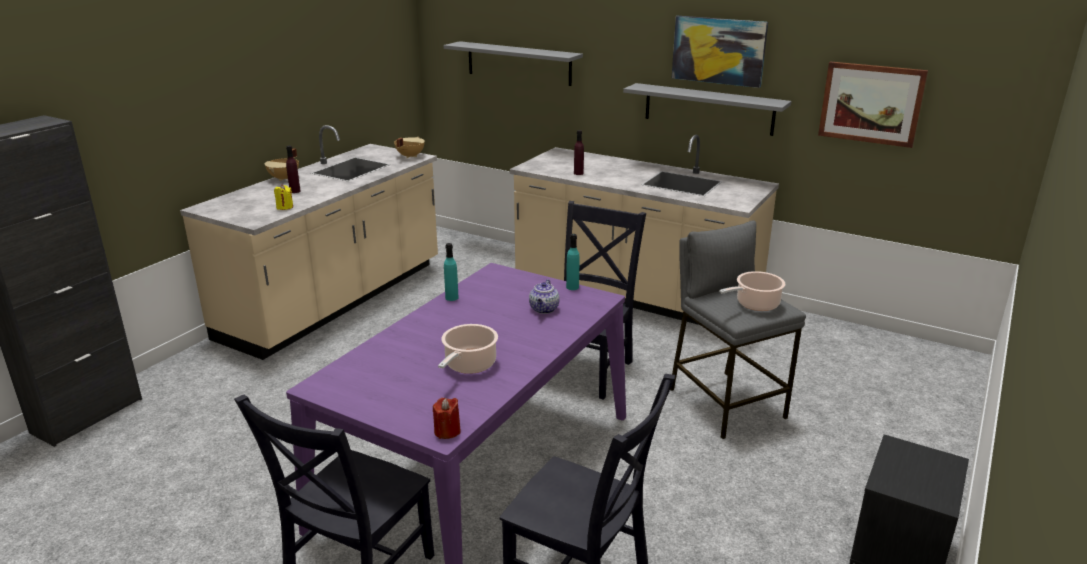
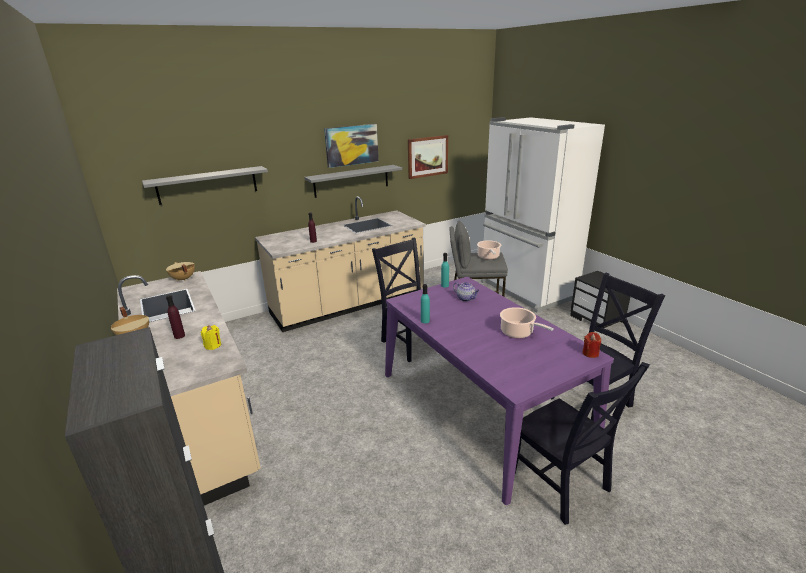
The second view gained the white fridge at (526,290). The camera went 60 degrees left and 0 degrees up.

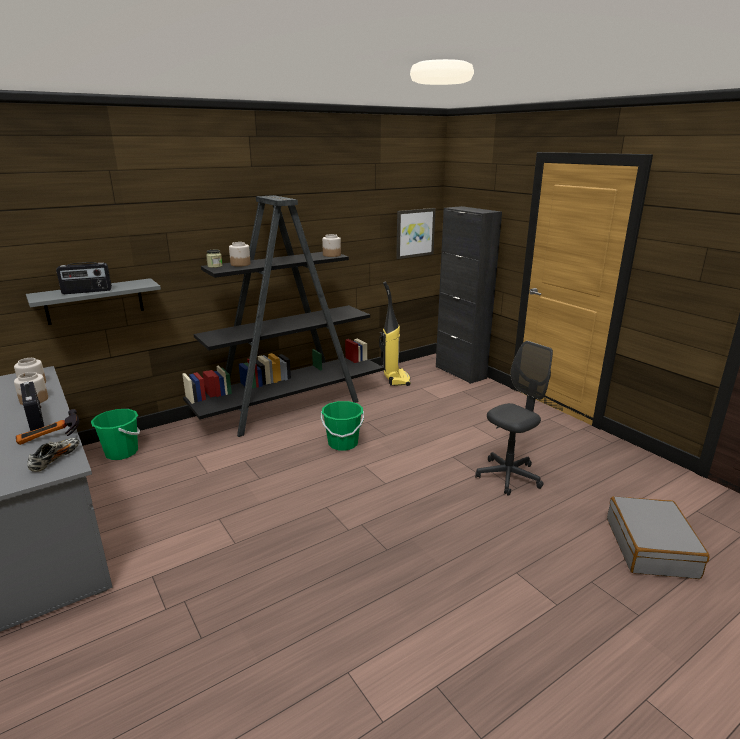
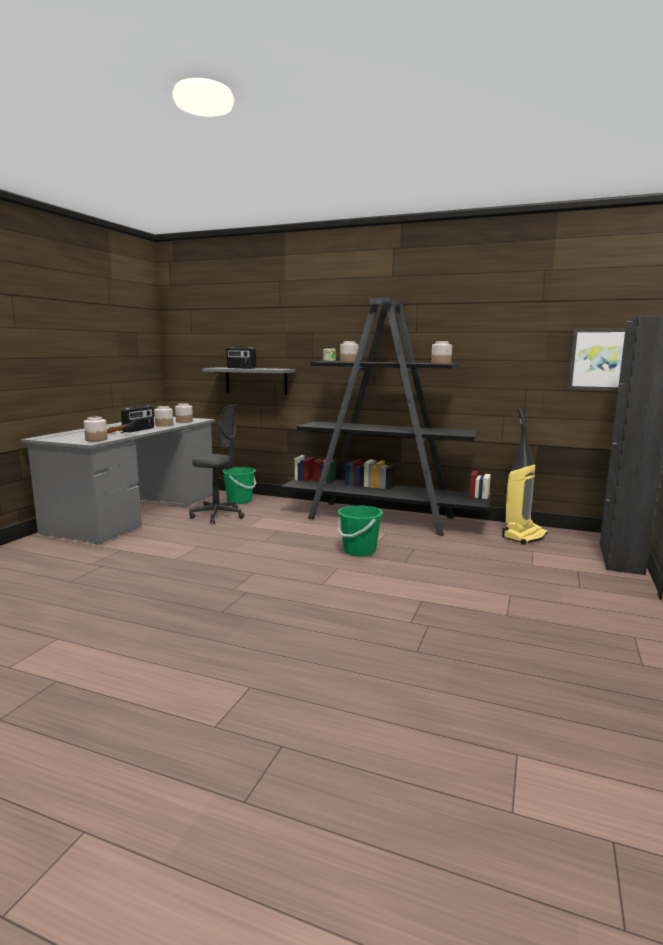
Where the shoe stood at (55,460), the jar came to stand at (96,439). The grey office chair ended up elsewhere, having gone from (508,477) to (218,516). The second view lost the grey suitcase at (651,547). The camera went 55 degrees right and 10 degrees down.

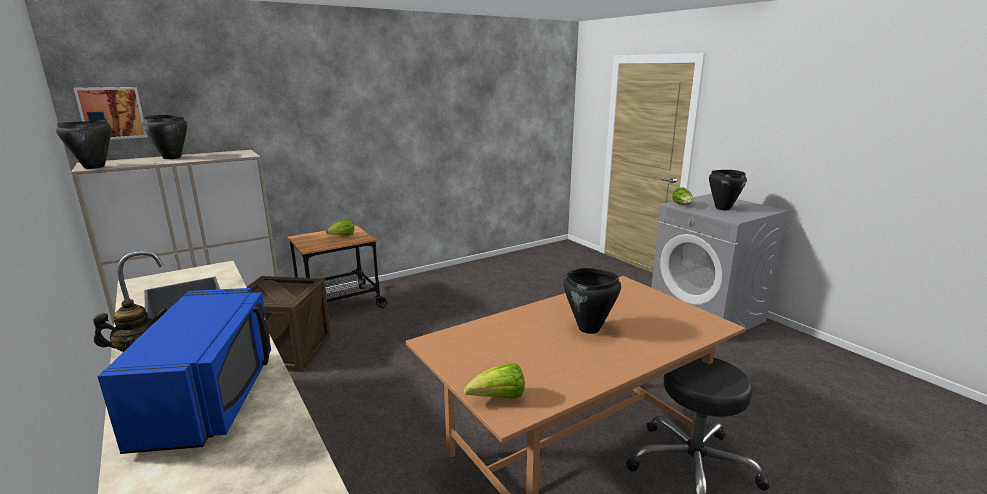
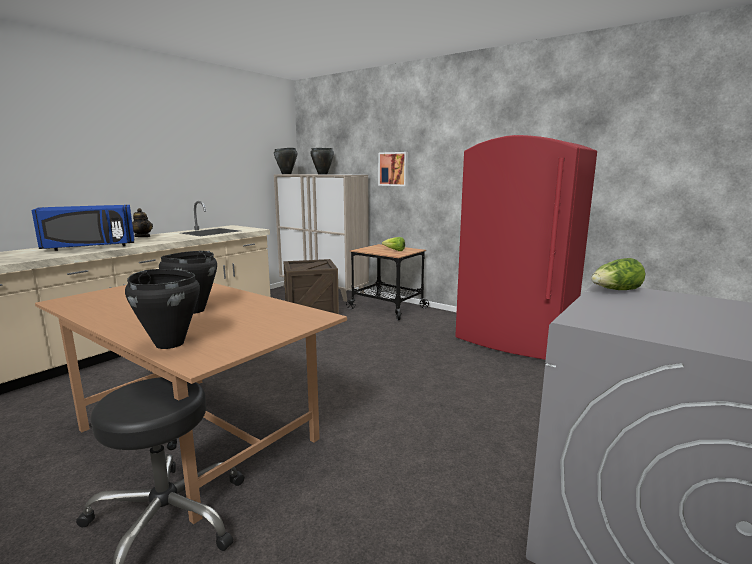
The black cooking pot ended up elsewhere, having gone from (722,208) to (170,343). The picture ended up elsewhere, having gone from (112,113) to (393,169). The second view gained the red fridge at (515,340). The second view lost the lettuce at (498,398). The camera went 70 degrees right and 5 degrees down.

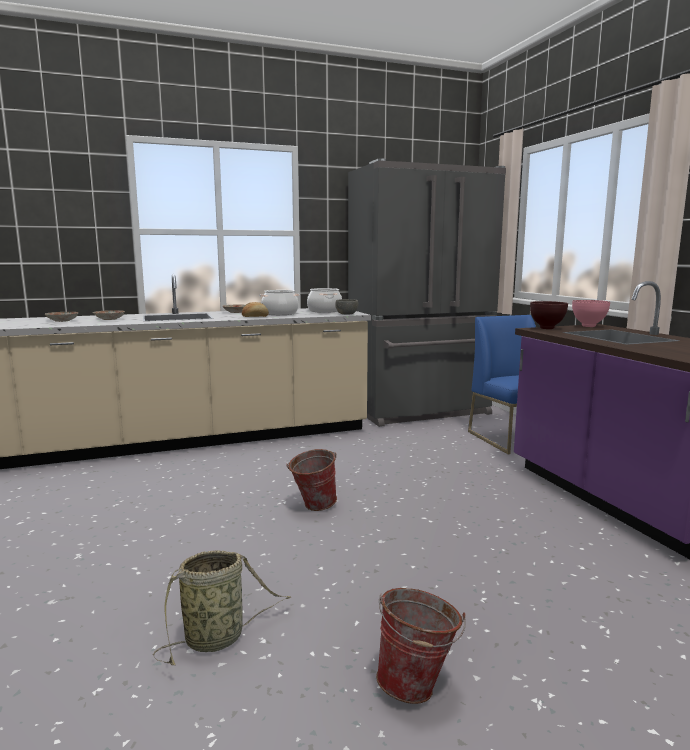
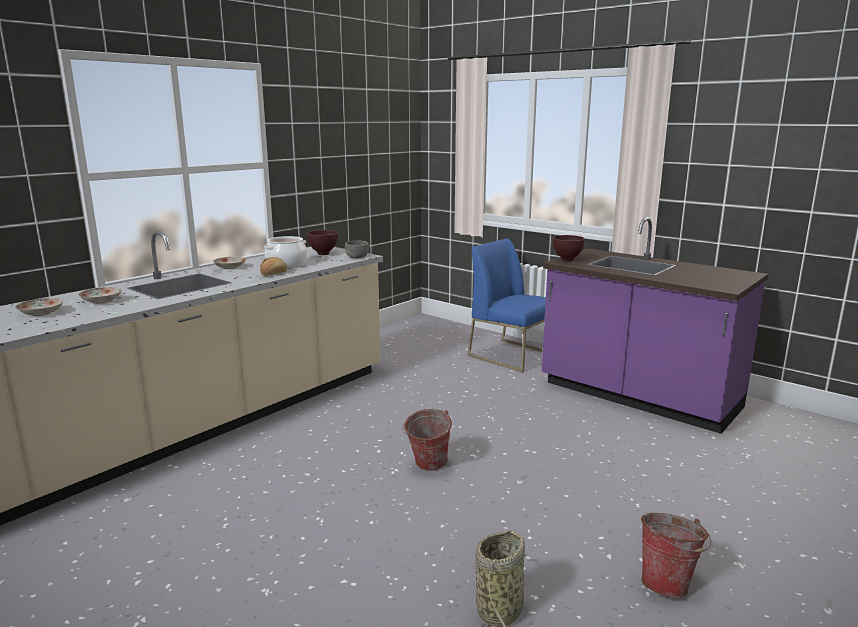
Where the cooking pot stood at (324,311), the brown bowl came to stand at (322,254). The second view lost the grey fridge at (420,411). The second view lost the pink bowl at (589,326). The camera went 30 degrees left and 5 degrees up.

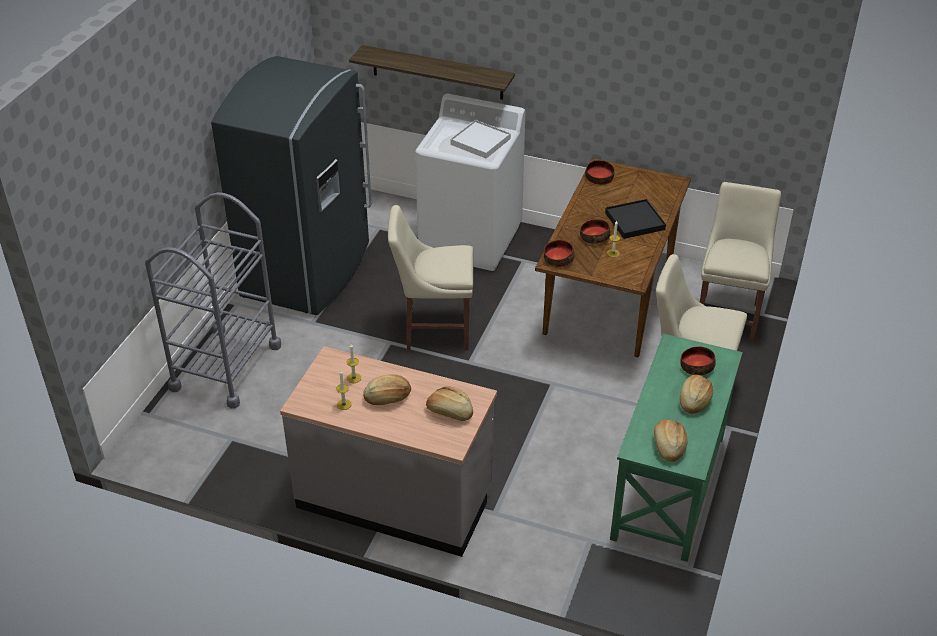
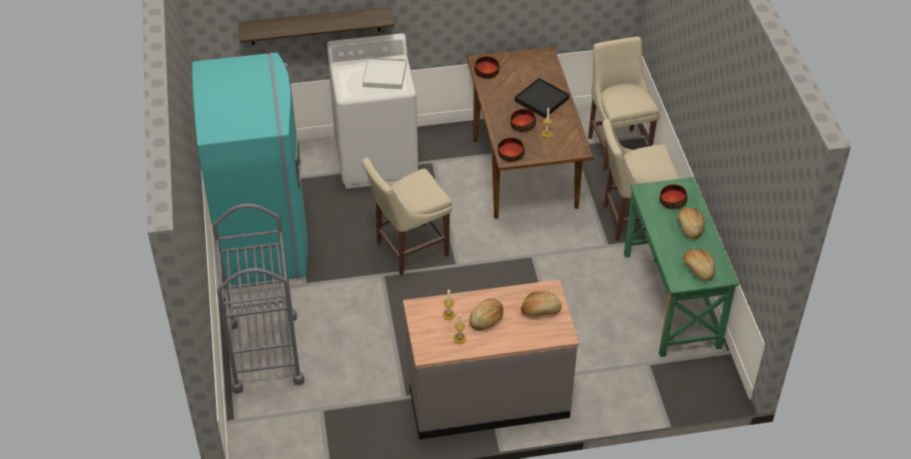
What was the grey fridge at (309,271) turned into the turquoise fridge at (263,240). The camera went 30 degrees left and 5 degrees up.

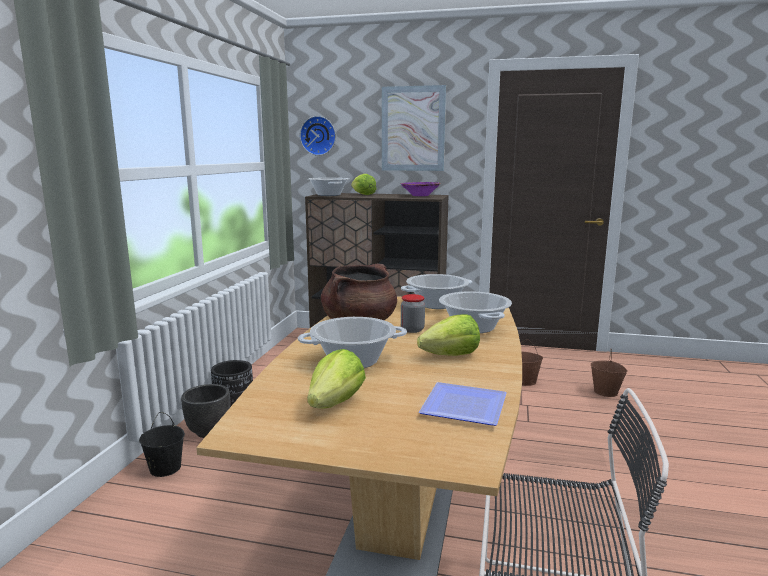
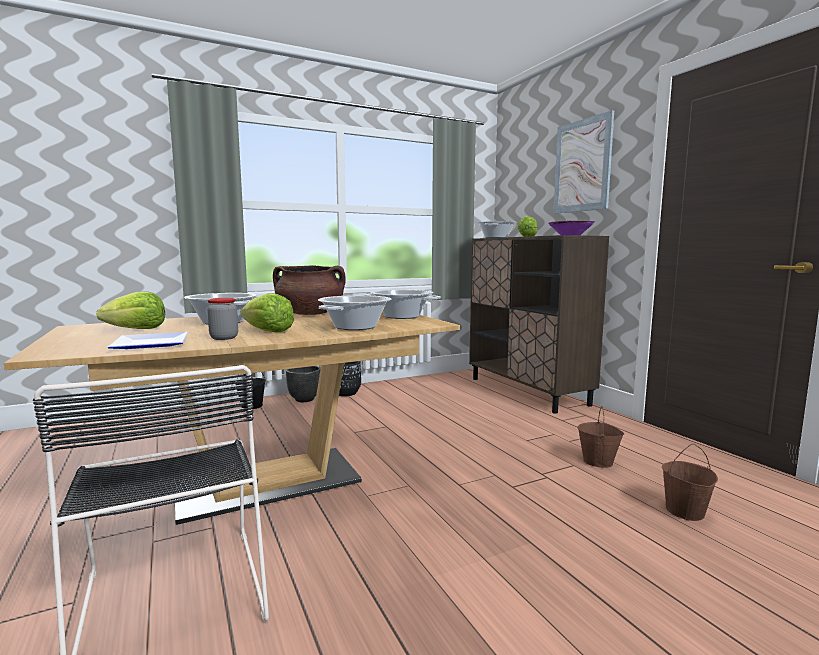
The jar ended up elsewhere, having gone from (412,330) to (224,338). The second view lost the wall clock at (318,136). The camera went 50 degrees right and 5 degrees down.

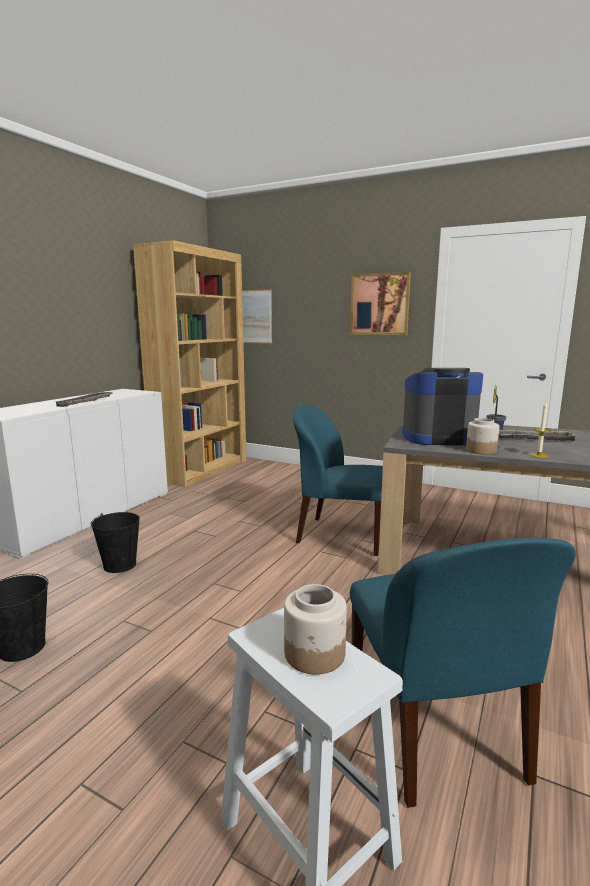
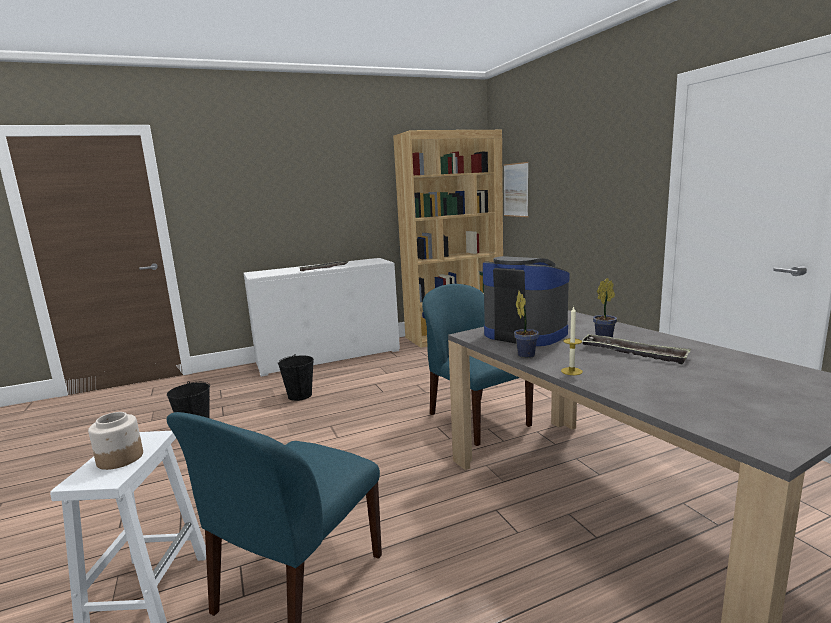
Where the jar stood at (481,450), the potted plant came to stand at (525,354). The second view lost the picture at (380,304). The camera went 40 degrees right and 0 degrees up.

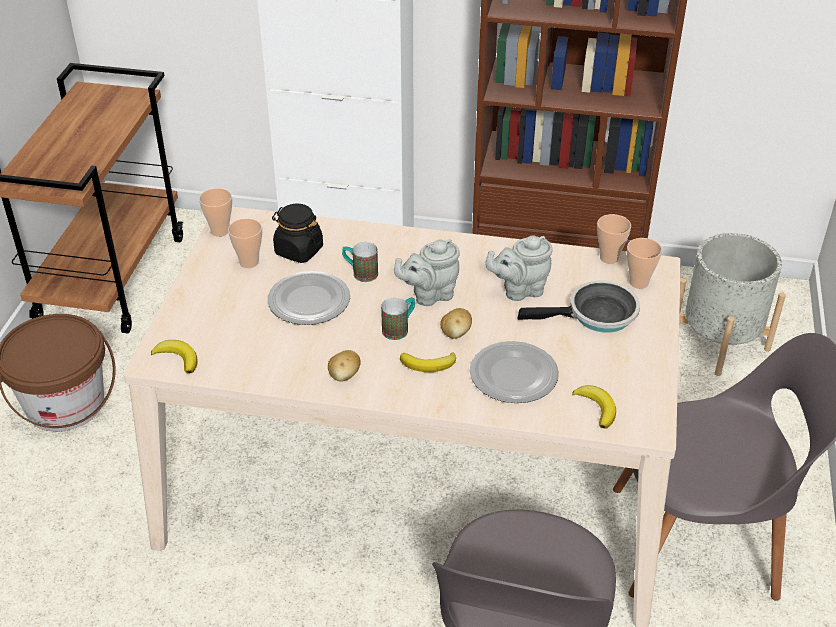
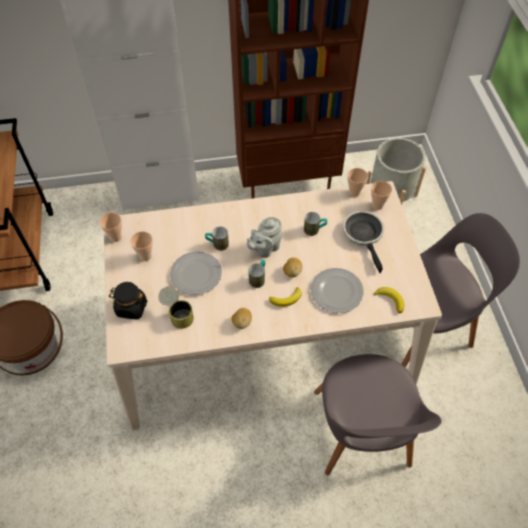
The black jar ended up elsewhere, having gone from (298,250) to (131,308). The second view gained the can at (178,314). Where the grey teapot stood at (519,290), the mug came to stand at (314,230). The frying pan at (596,315) ended up facing another way, 75 degrees counterclockwise from before. The second view lost the banana at (178,358). The camera went 20 degrees left and 15 degrees up.

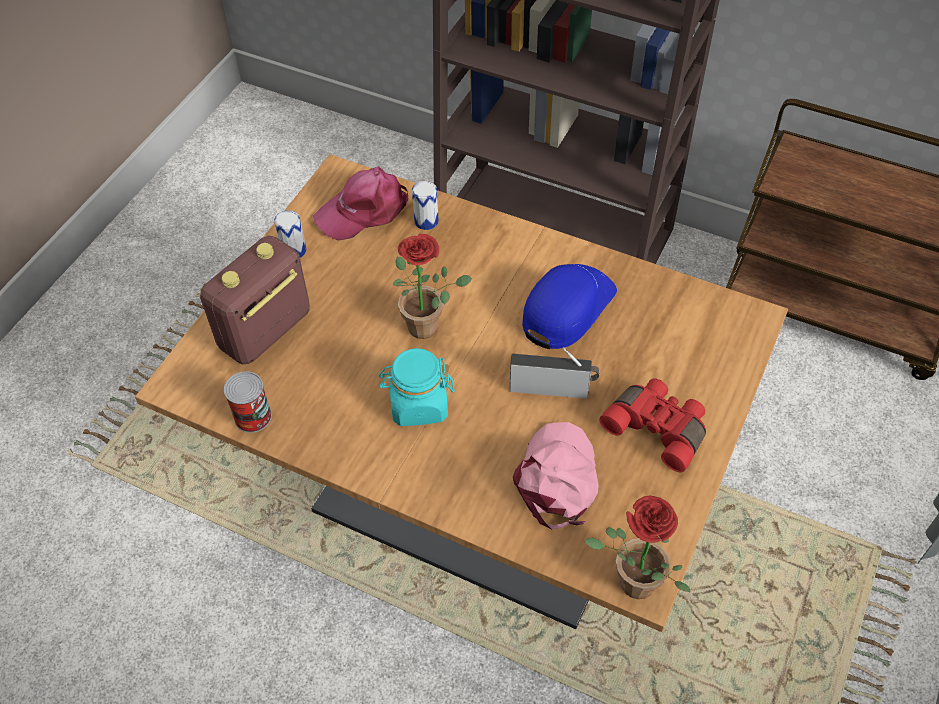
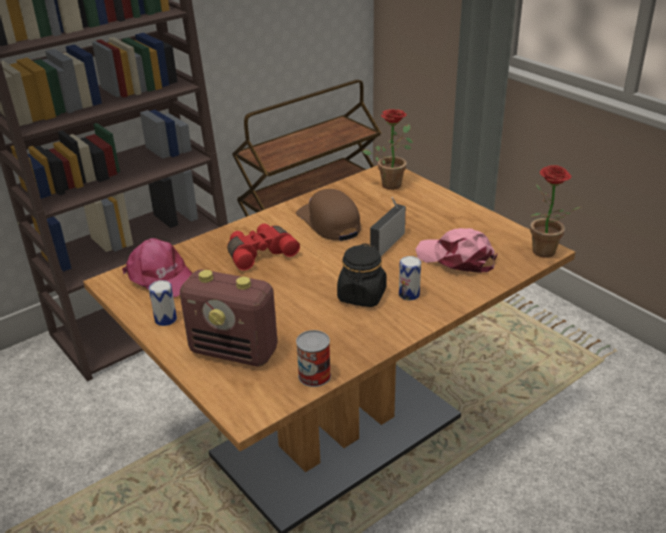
The pink cap at (364,210) ended up facing another way, 45 degrees counterclockwise from before. The radio at (265,332) ended up facing another way, 45 degrees counterclockwise from before. The red binoculars ended up elsewhere, having gone from (658,428) to (260,253). What was the blue cap at (567,308) turned into the brown cap at (329,222). What was the turquoise jar at (418,404) turned into the black jar at (362,296). The potted plant ended up elsewhere, having gone from (429,326) to (392,183). The can ended up elsewhere, having gone from (426,221) to (409,294). The camera went 65 degrees left and 20 degrees down.

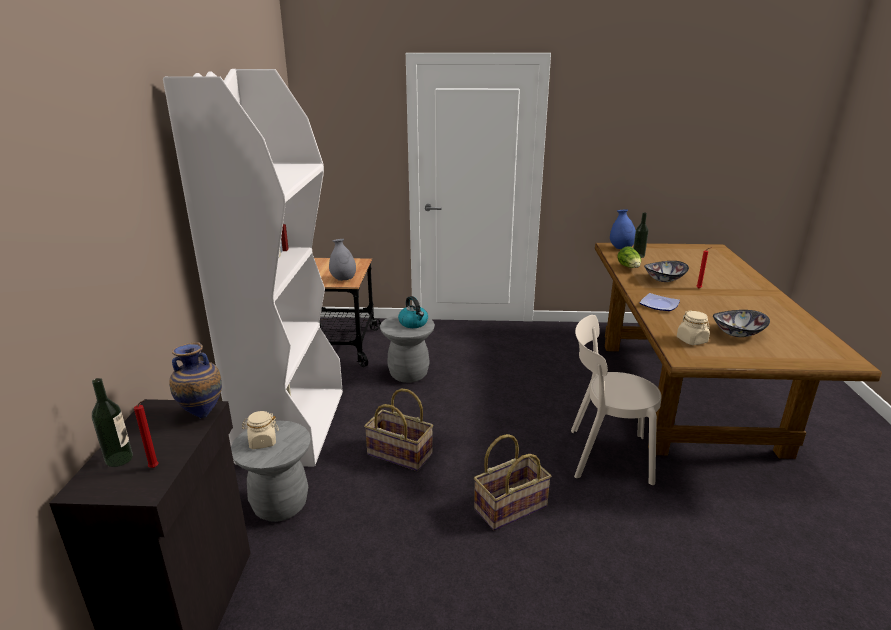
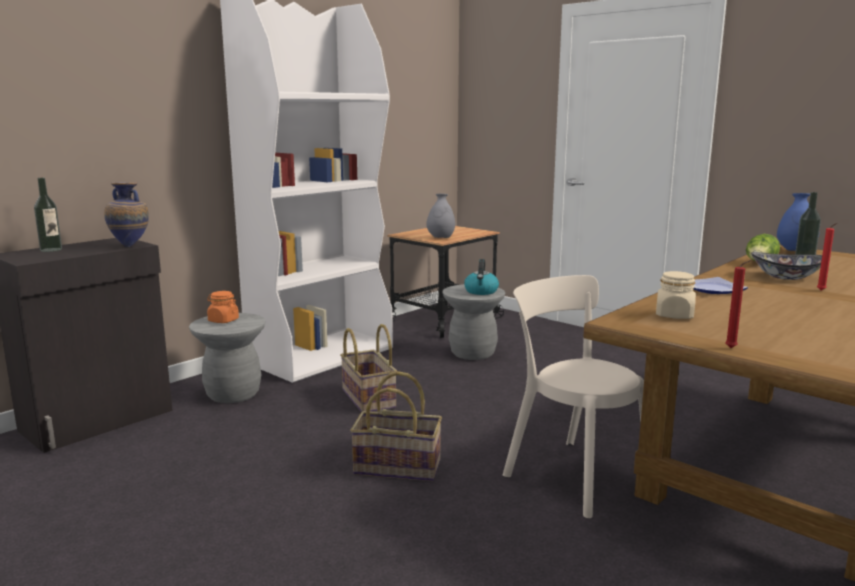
What was the beige jar at (262,442) turned into the orange jar at (223,320). The red candle ended up elsewhere, having gone from (155,468) to (732,348). The second view lost the bowl at (738,333). The camera went 40 degrees right and 10 degrees down.

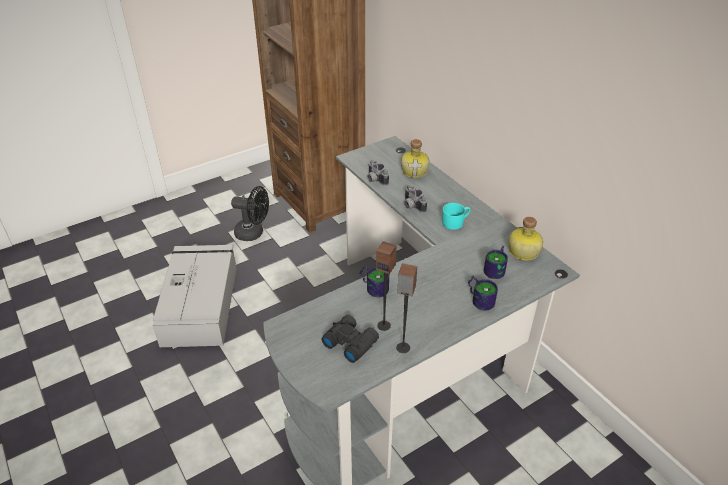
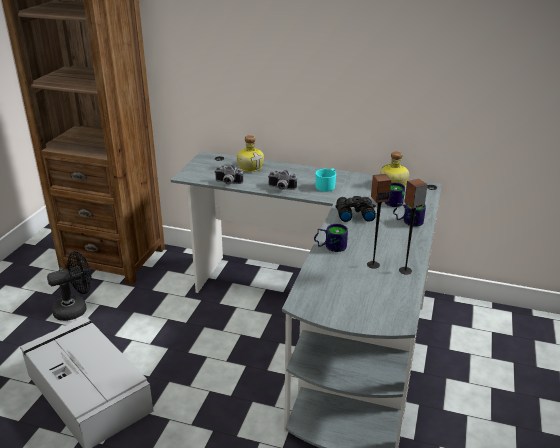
The black binoculars ended up elsewhere, having gone from (350,342) to (354,214). The camera went 40 degrees left and 10 degrees down.

